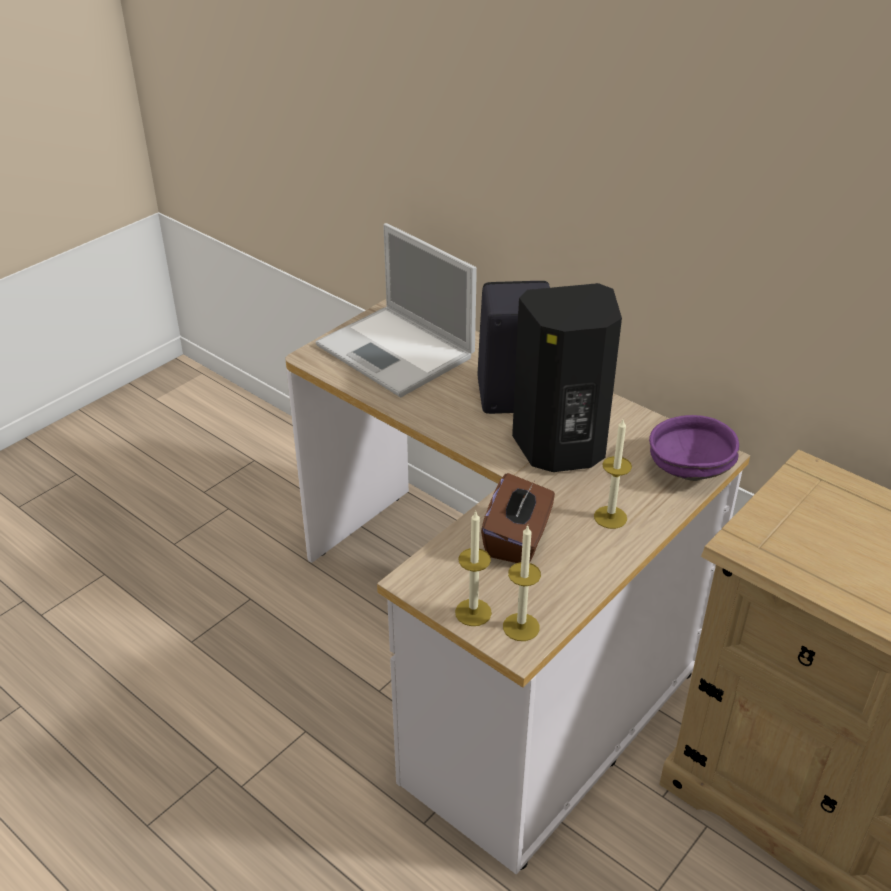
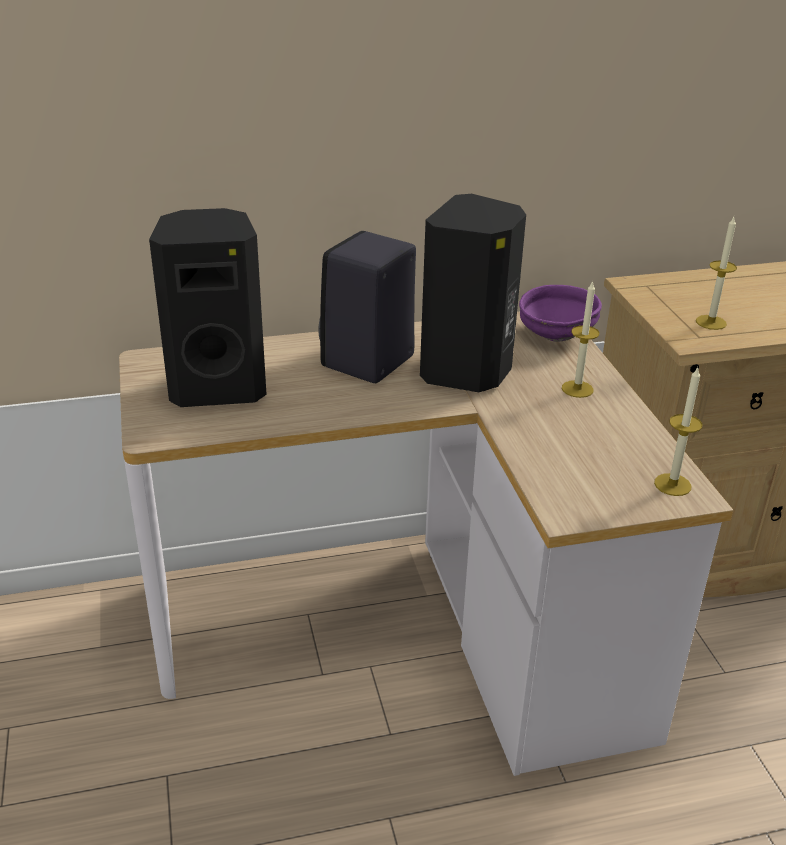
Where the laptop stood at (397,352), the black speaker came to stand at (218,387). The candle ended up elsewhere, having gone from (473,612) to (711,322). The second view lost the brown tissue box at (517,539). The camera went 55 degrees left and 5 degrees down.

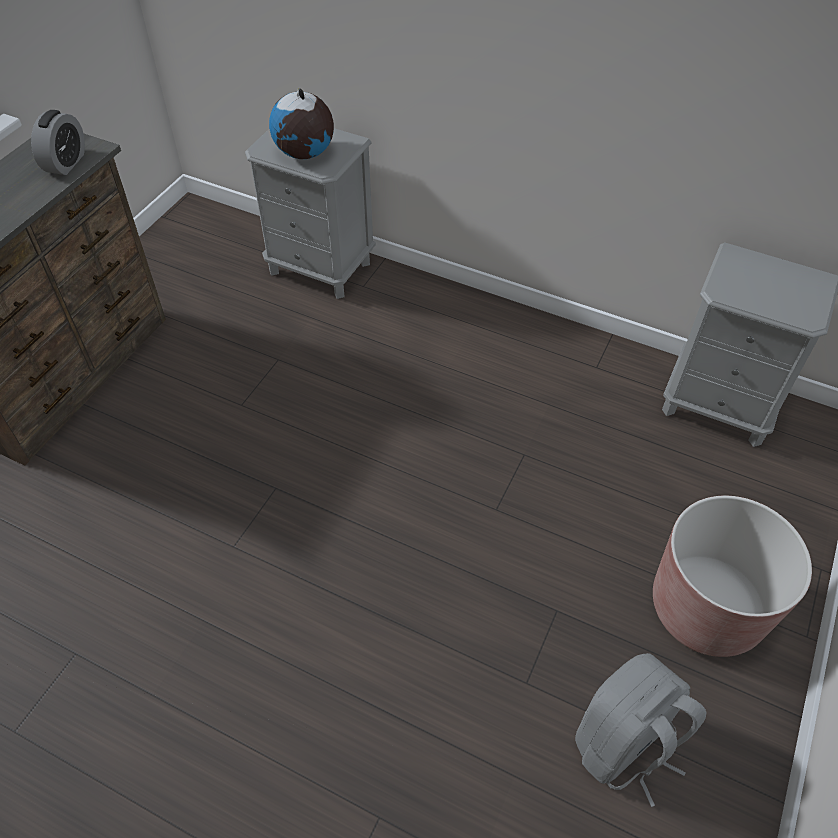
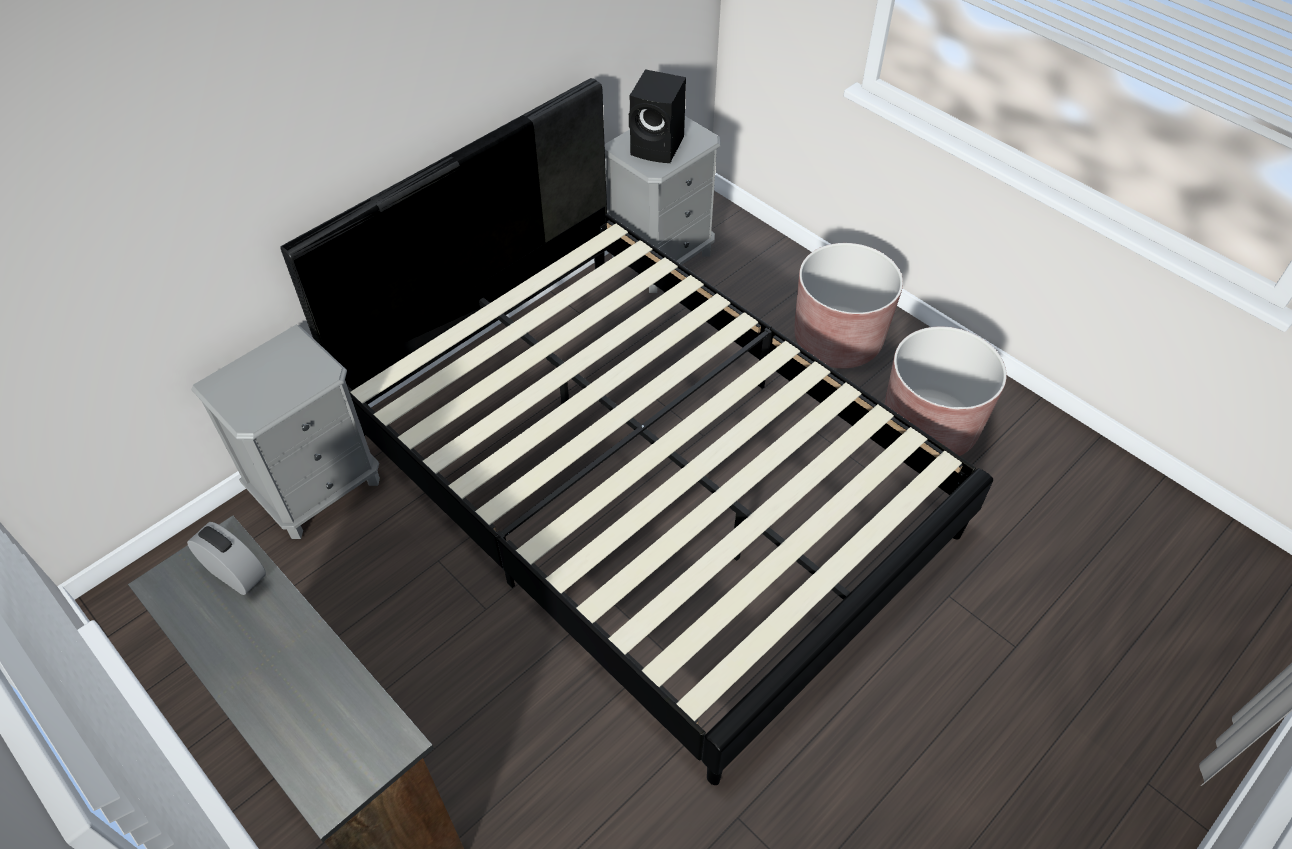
The second view gained the black bed at (646,479). The second view gained the black speaker at (659,147). Where the grey backpack stood at (624,746), the brown planter came to stand at (928,428). The second view lost the globe at (305,154). The camera went 70 degrees left and 0 degrees up.

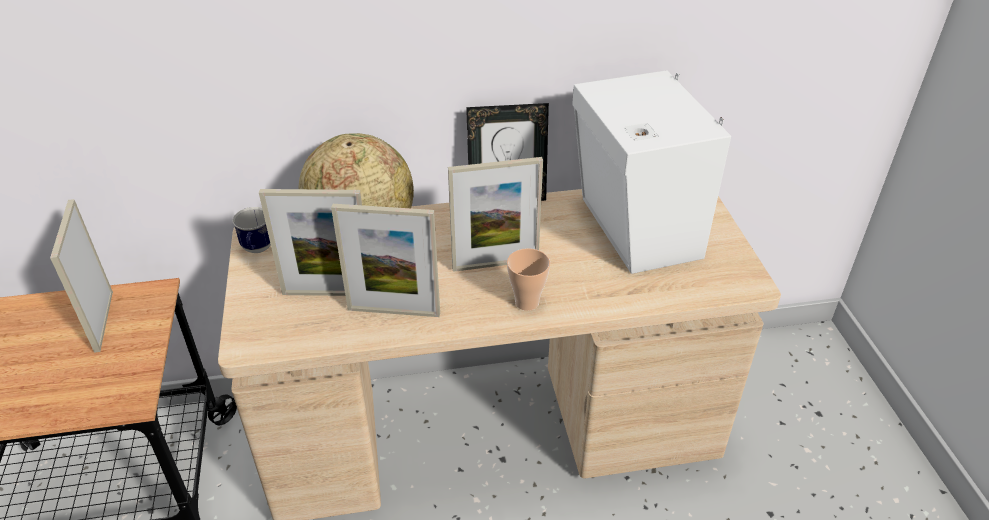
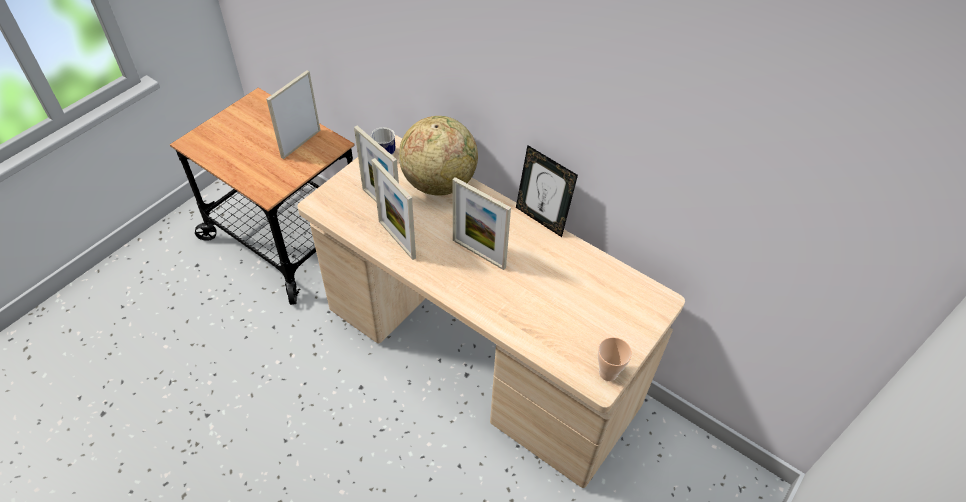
The cup ended up elsewhere, having gone from (527,302) to (608,373). The second view lost the white speaker at (634,230). The camera went 45 degrees right and 10 degrees up.

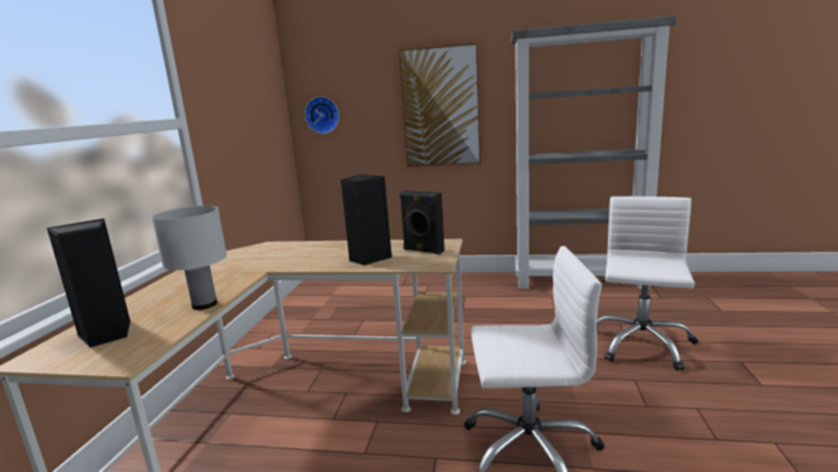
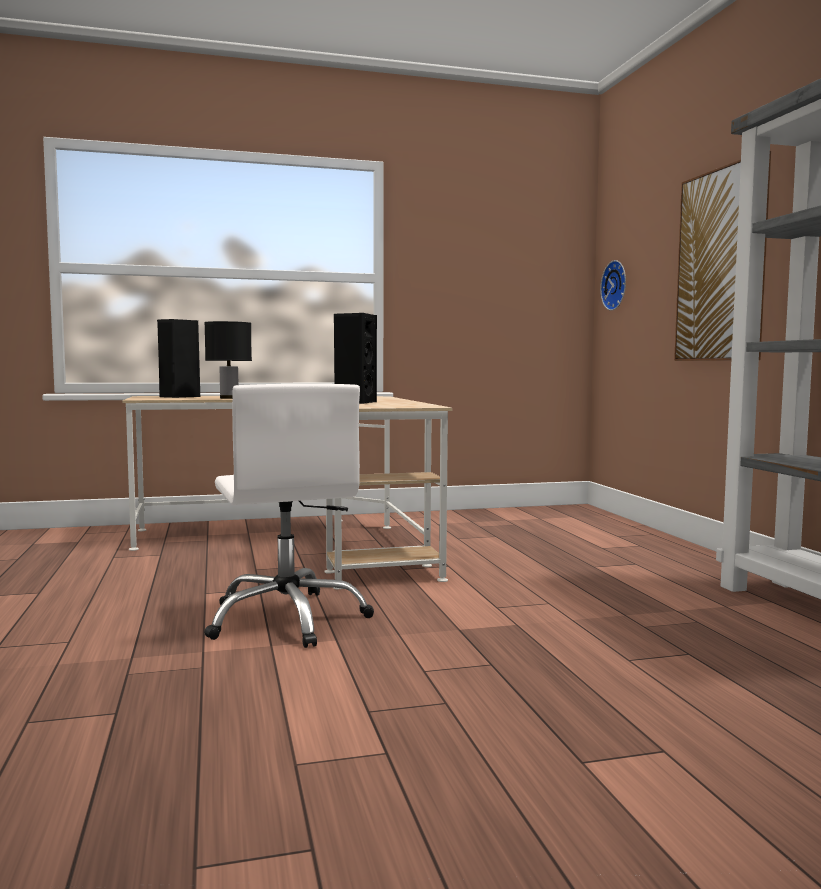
What was the white table lamp at (204,304) turned into the black table lamp at (229,398). The second view lost the black speaker at (423,251). The second view lost the white office chair at (640,343). The camera went 65 degrees right and 10 degrees down.

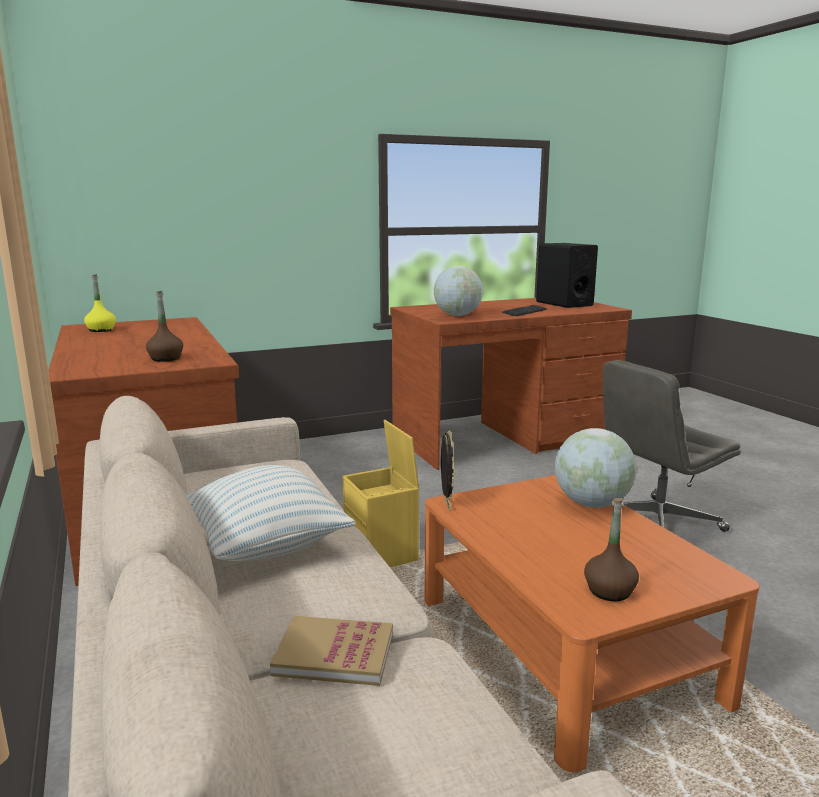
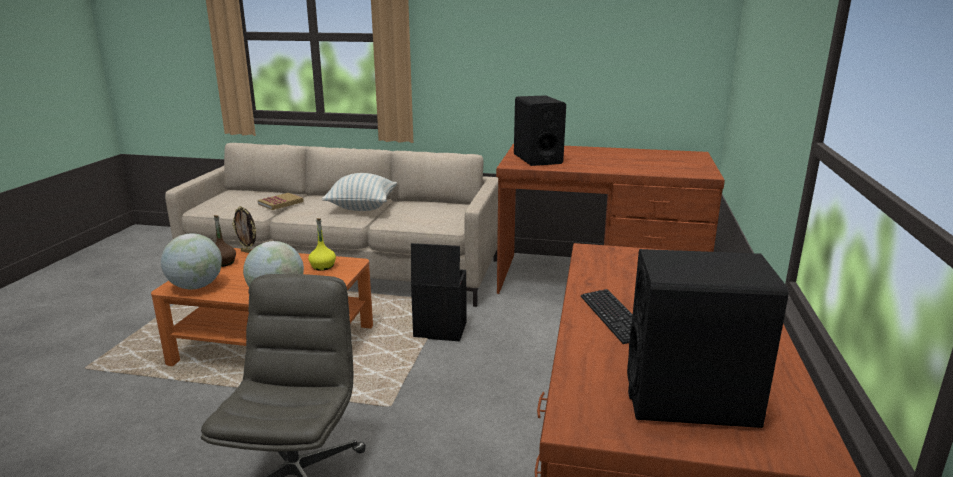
The globe ended up elsewhere, having gone from (457,315) to (196,286). The picture frame ended up elsewhere, having gone from (446,504) to (248,252). The yellow bottle ended up elsewhere, having gone from (101,330) to (323,266). What was the yellow storage box at (382,554) turned into the black storage box at (439,330). Where the brown bottle stood at (165,358), the black speaker came to stand at (537,159). The camera went 125 degrees right and 5 degrees up.

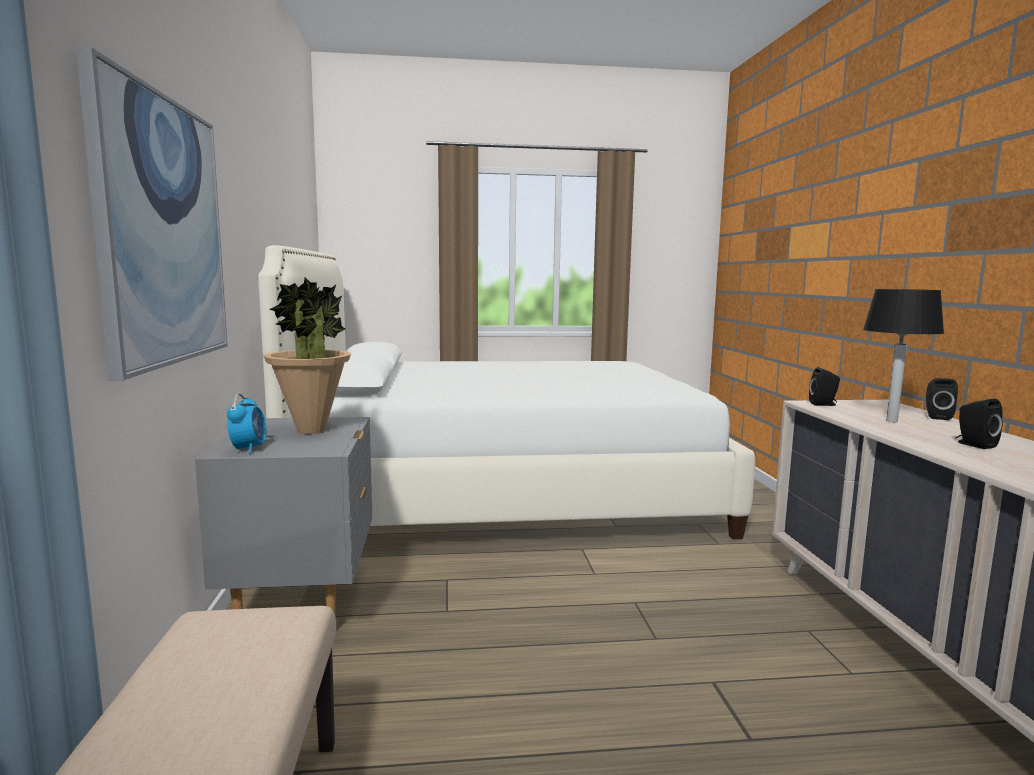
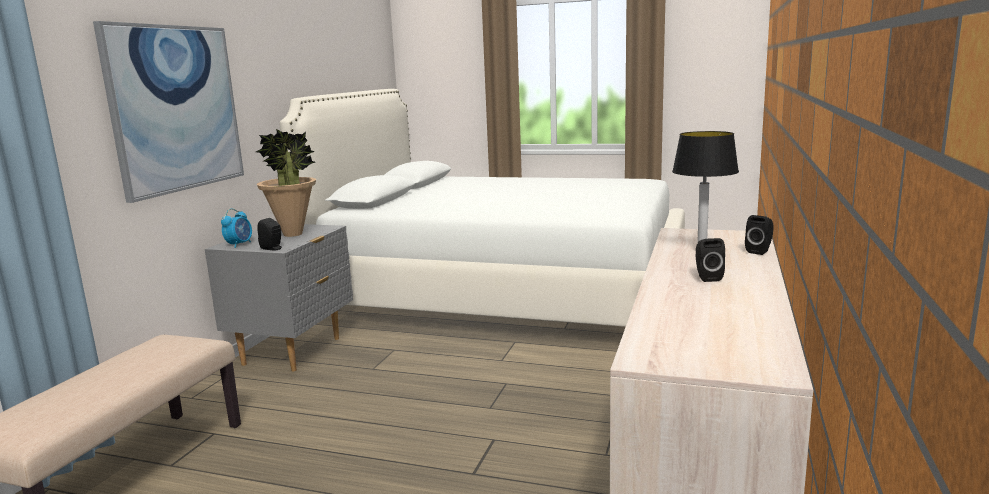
The black speaker ended up elsewhere, having gone from (824,404) to (273,248). The camera went 25 degrees right and 5 degrees up.

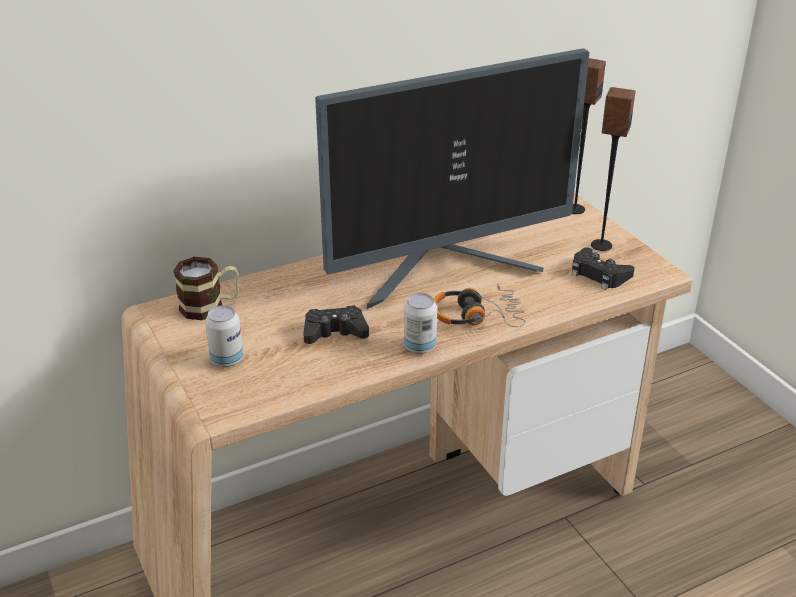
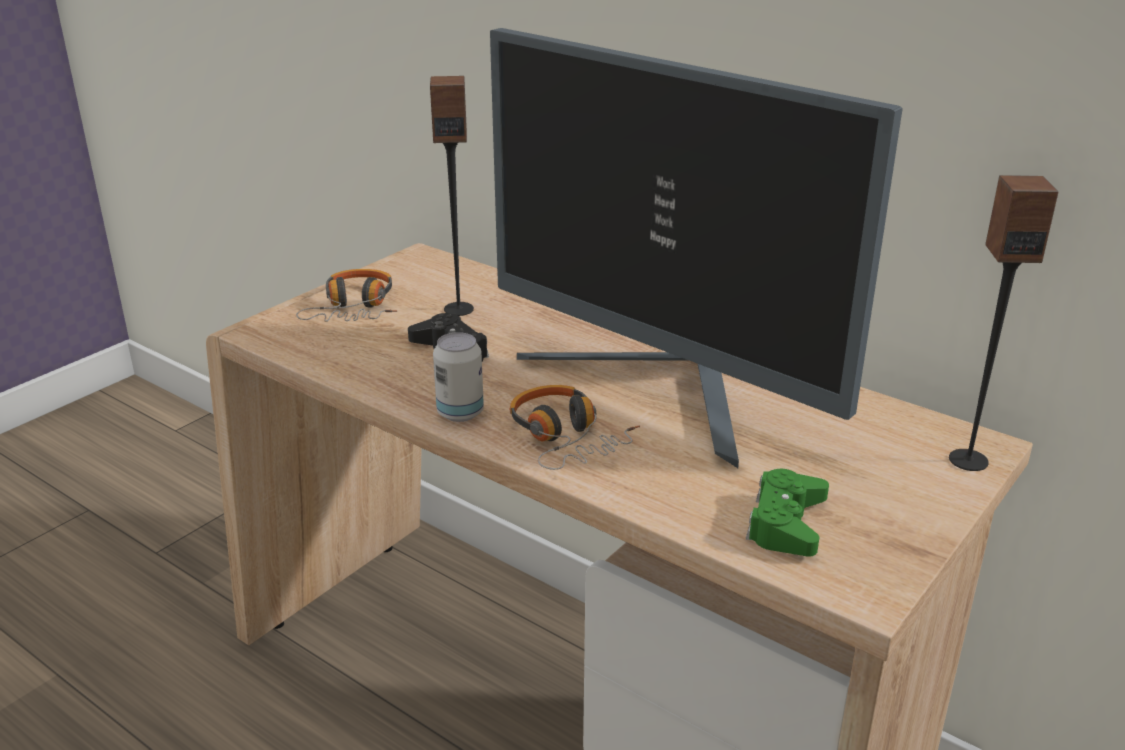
Where the can stood at (227,360), the headphones came to stand at (355,309). The speaker ended up elsewhere, having gone from (600,245) to (459,309). What was the black game controller at (599,274) turned into the green game controller at (786,523). The second view lost the mug at (210,306). The camera went 65 degrees right and 5 degrees down.

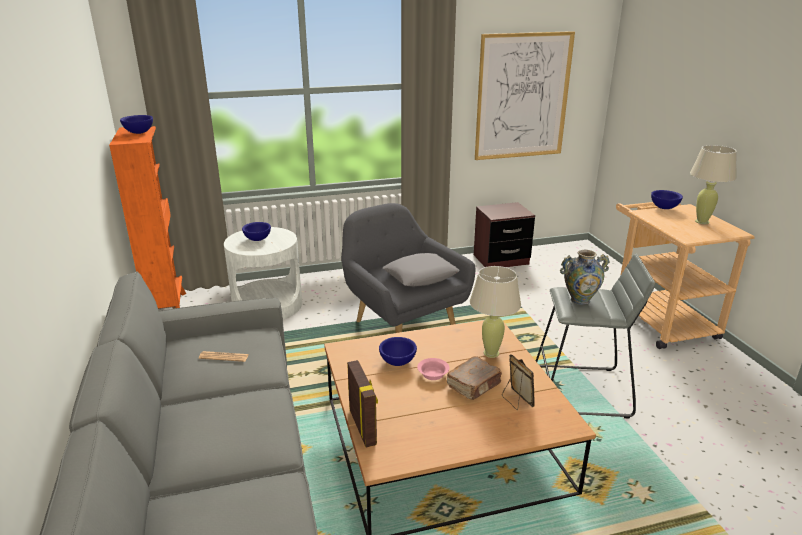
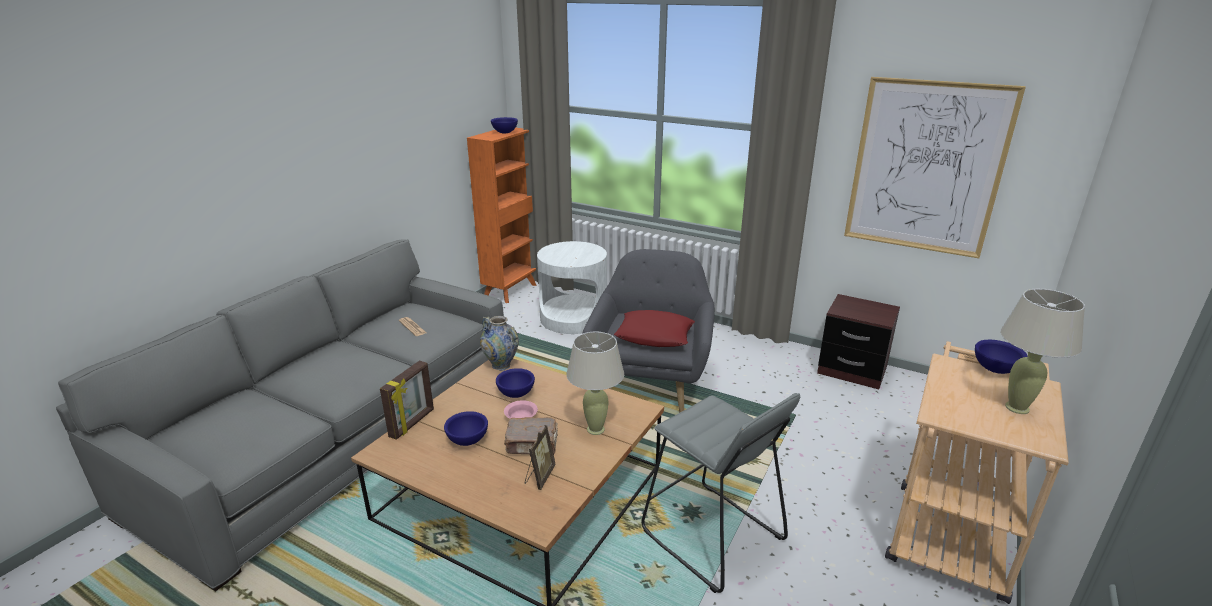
The blue bowl ended up elsewhere, having gone from (258,239) to (468,441). The vase ended up elsewhere, having gone from (580,300) to (501,365). What was the grey pillow at (421,276) turned into the red pillow at (654,335). The camera went 45 degrees right and 0 degrees up.

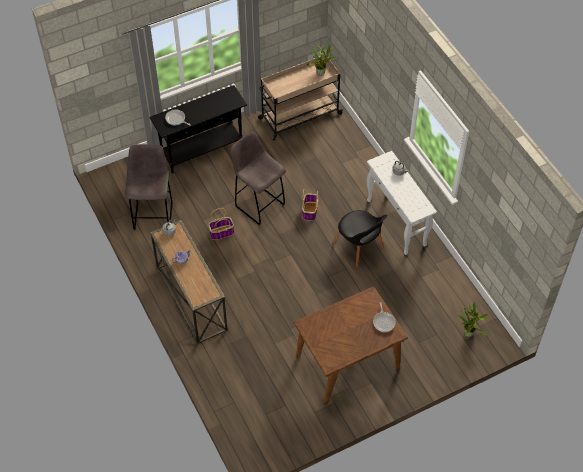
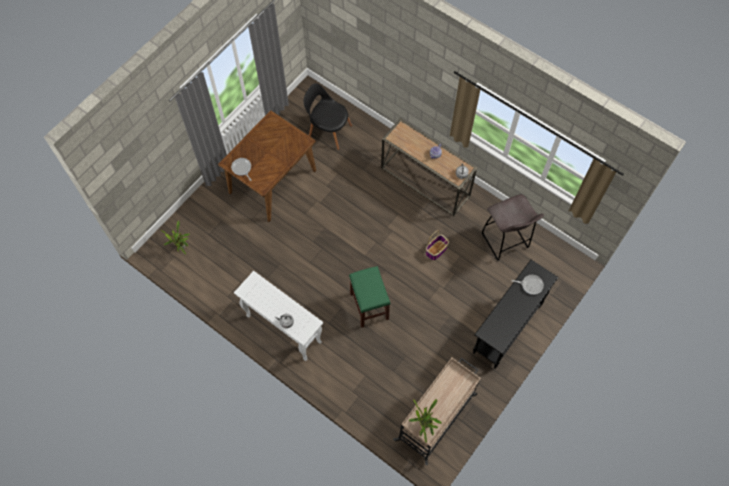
The black chair ended up elsewhere, having gone from (359,247) to (328,130). Where the basket stood at (309,211), the green stool came to stand at (369,307). The second view lost the grey stool at (258,204). The camera went 155 degrees right and 10 degrees up.

